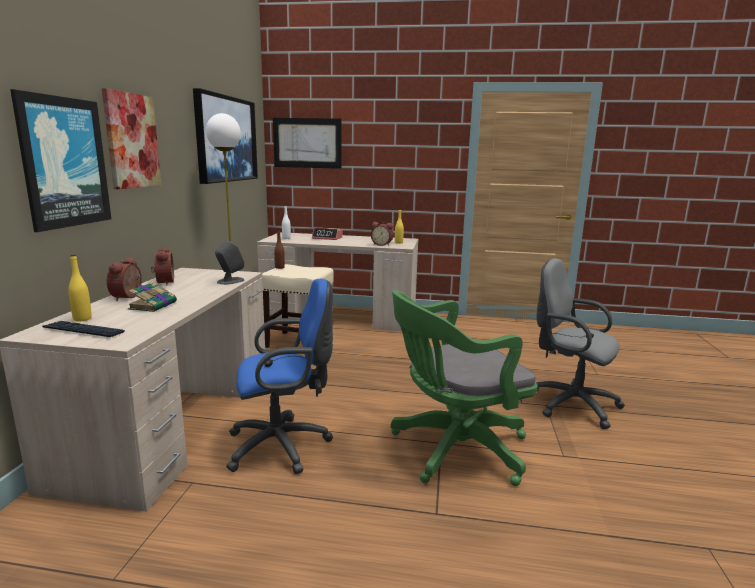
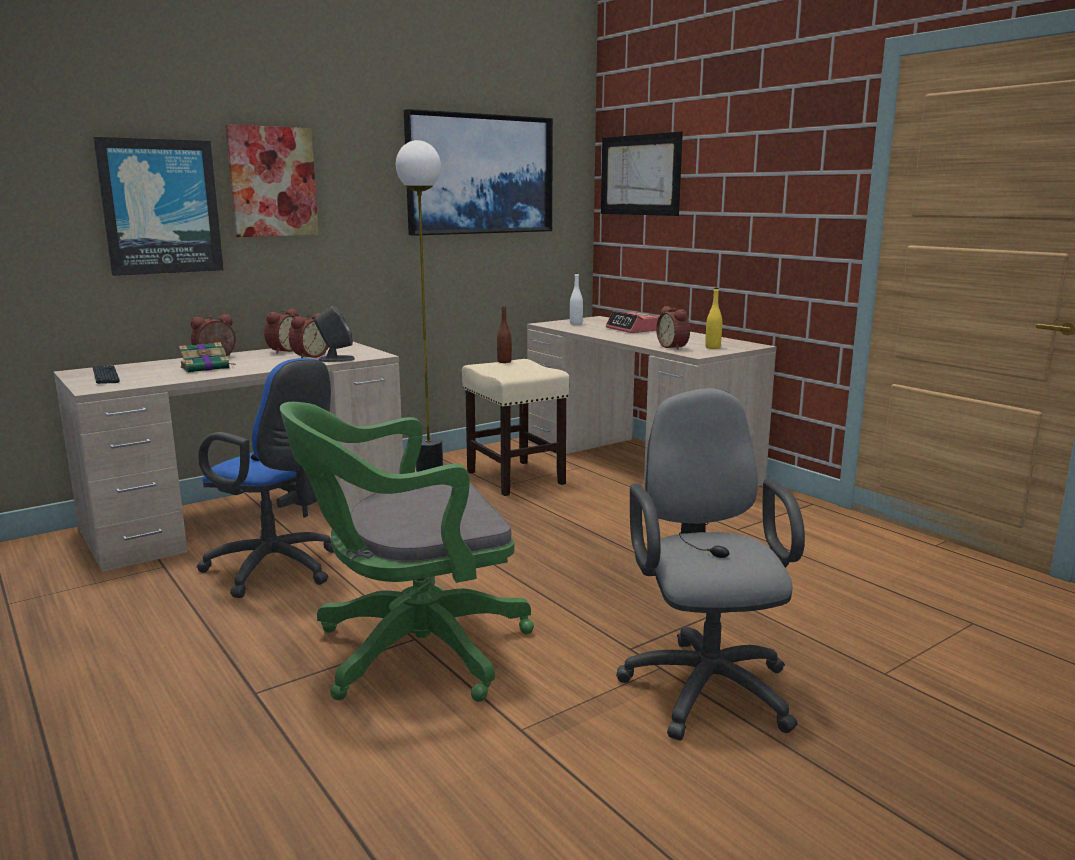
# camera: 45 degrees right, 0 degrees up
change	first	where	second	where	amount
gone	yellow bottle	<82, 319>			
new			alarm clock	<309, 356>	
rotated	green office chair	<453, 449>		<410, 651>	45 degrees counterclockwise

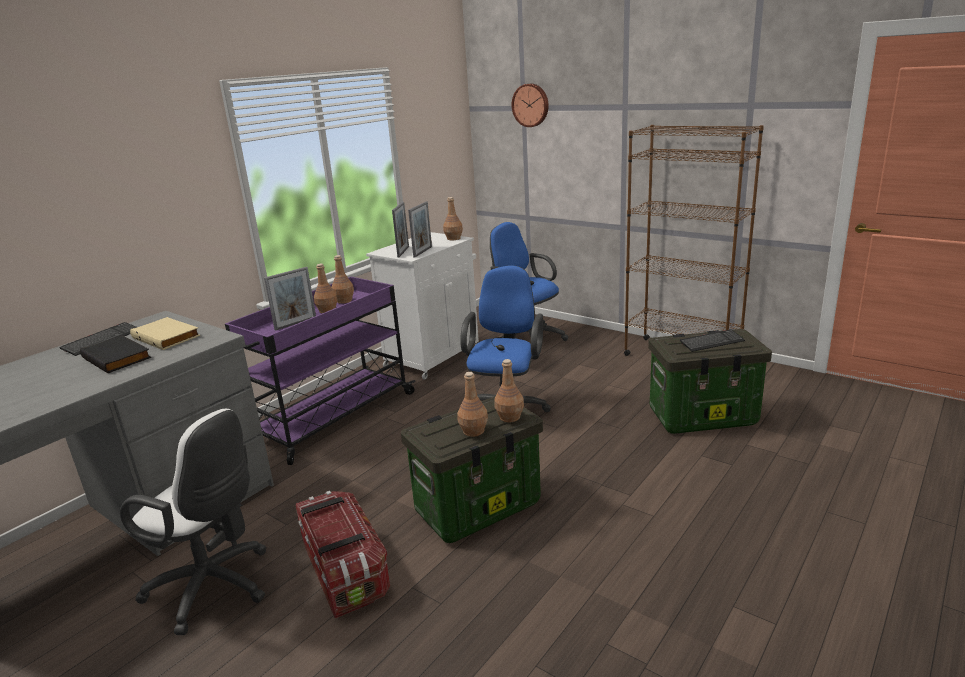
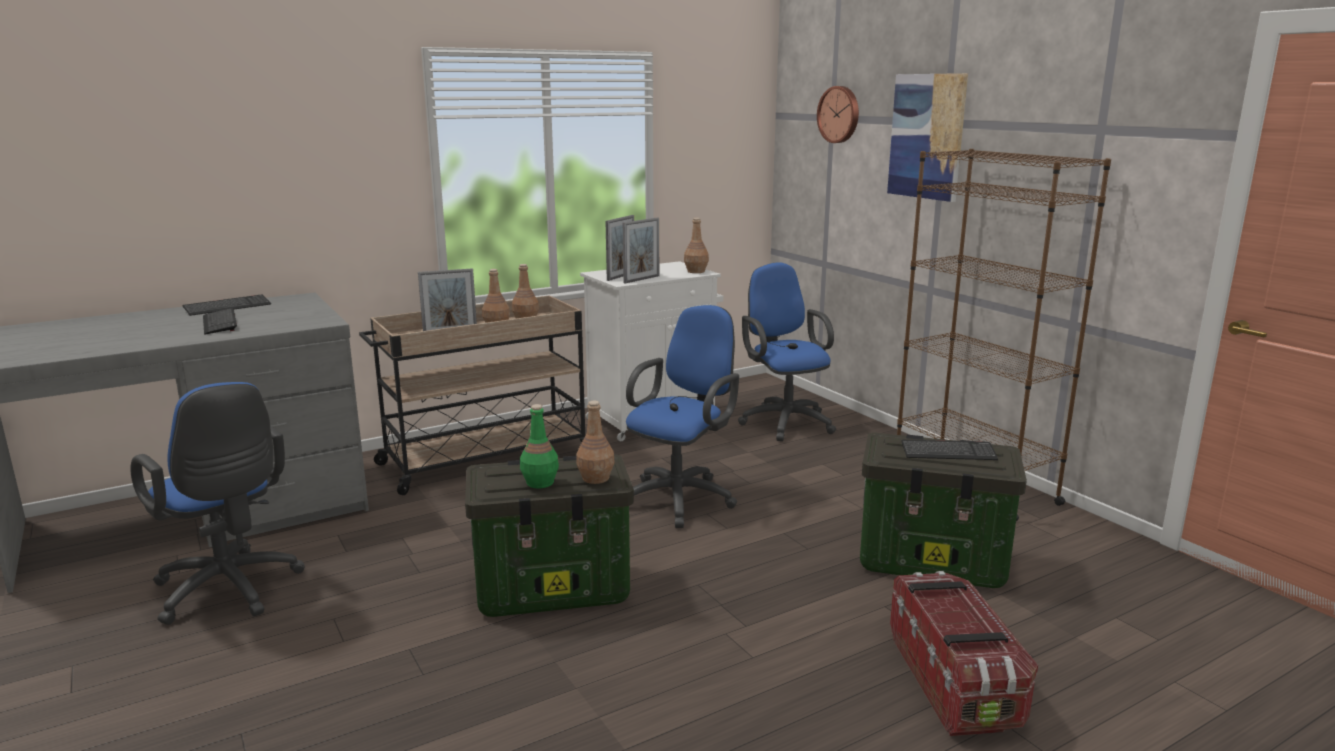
# camera: 20 degrees right, 5 degrees down
change	first	where	second	where	amount
gone	beige book	<167, 336>			
new			picture	<927, 136>	
shifted	storage box	<345, 570>		<953, 681>	
swapped	black book	<118, 357>	keyboard	<219, 323>	
repainted	white office chair	<215, 588>	blue office chair	<230, 591>	
repainted	purple cart	<331, 418>	beige cart	<484, 459>	
repainted	brown bottle	<473, 431>	green bottle	<540, 482>	

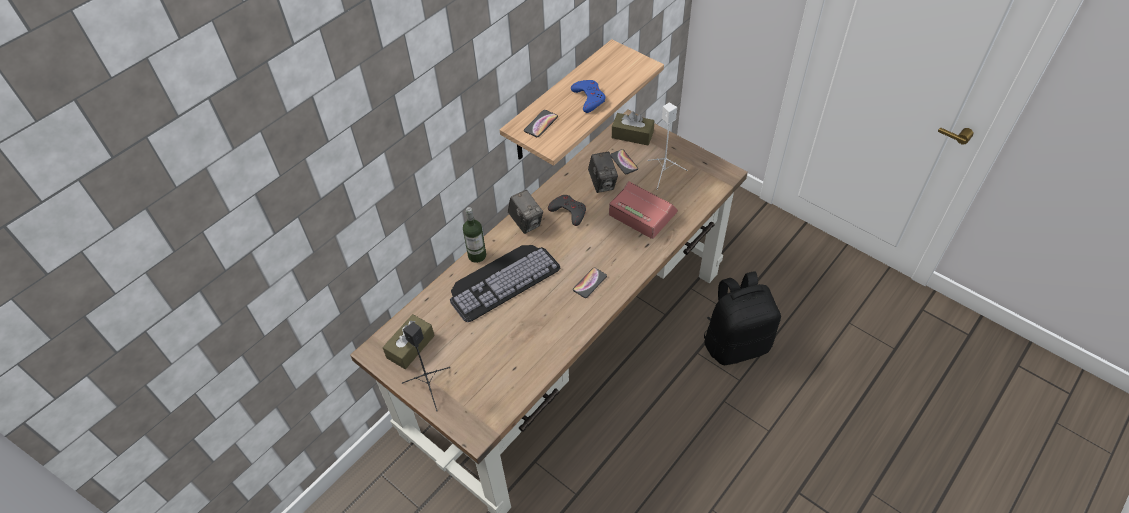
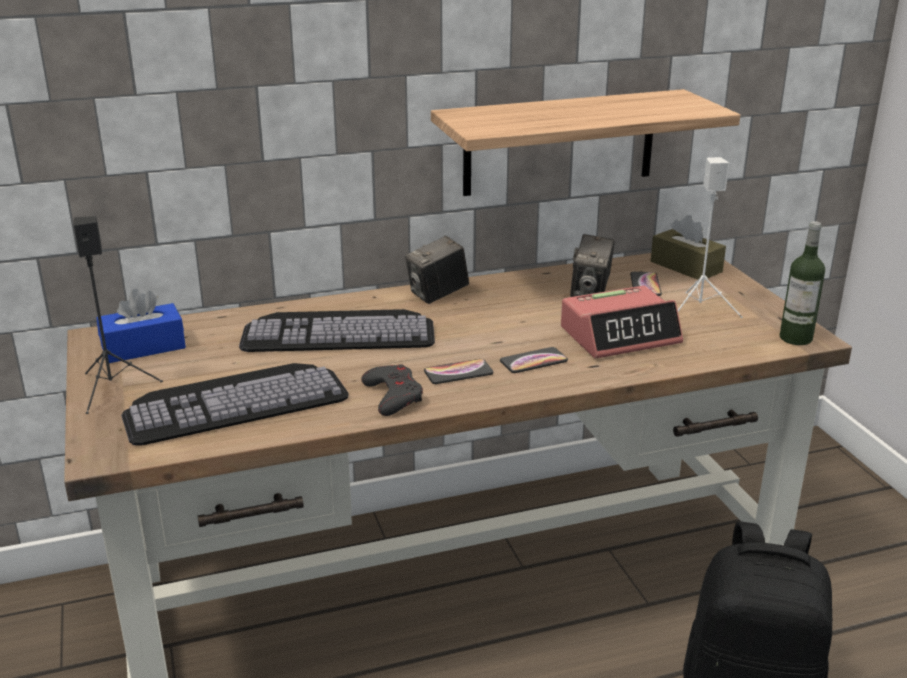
# camera: 30 degrees right, 25 degrees down
change	first	where	second	where	amount
gone	blue game controller	<589, 98>			
new			keyboard	<235, 400>	
shifted	bottle	<477, 255>		<795, 338>	
shifted	phone	<541, 124>		<533, 361>	
shifted	grey game controller	<568, 211>		<393, 395>	
repainted	brown tissue box	<410, 346>	blue tissue box	<143, 347>	
rotated	photo camera	<526, 222>		<437, 295>	60 degrees clockwise
rotated	alarm clock	<642, 214>		<620, 335>	90 degrees clockwise

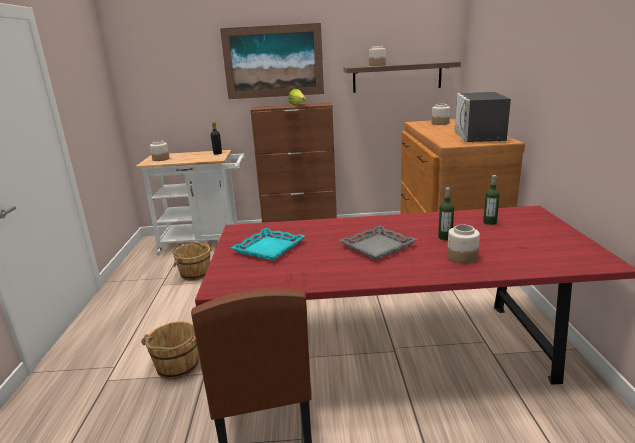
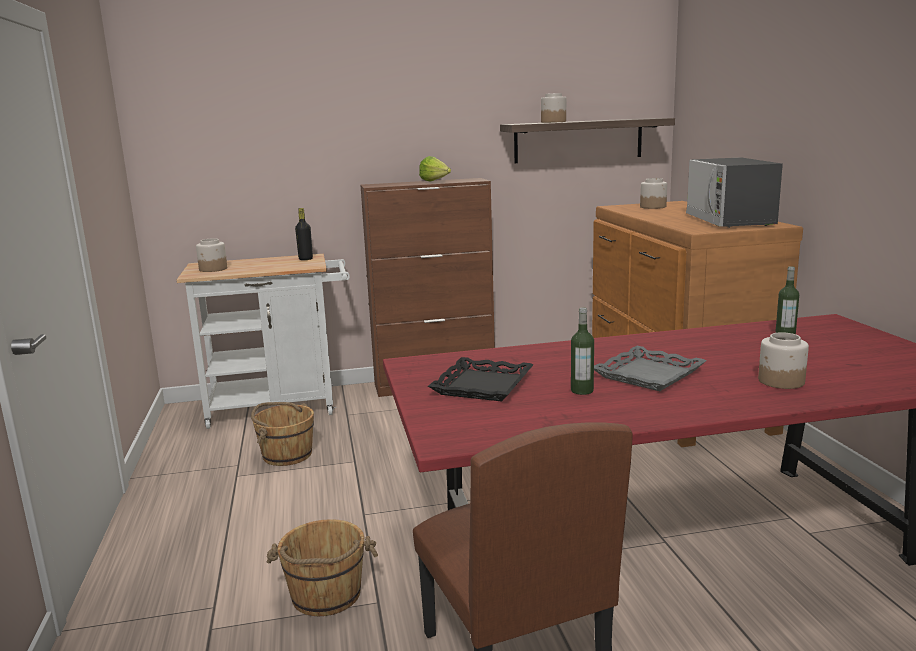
# camera: 10 degrees left, 5 degrees down
change	first	where	second	where	amount
gone	picture	<273, 61>			
shifted	bottle	<445, 237>		<582, 390>	
repainted	turquoise tray	<269, 248>	black tray	<482, 386>	

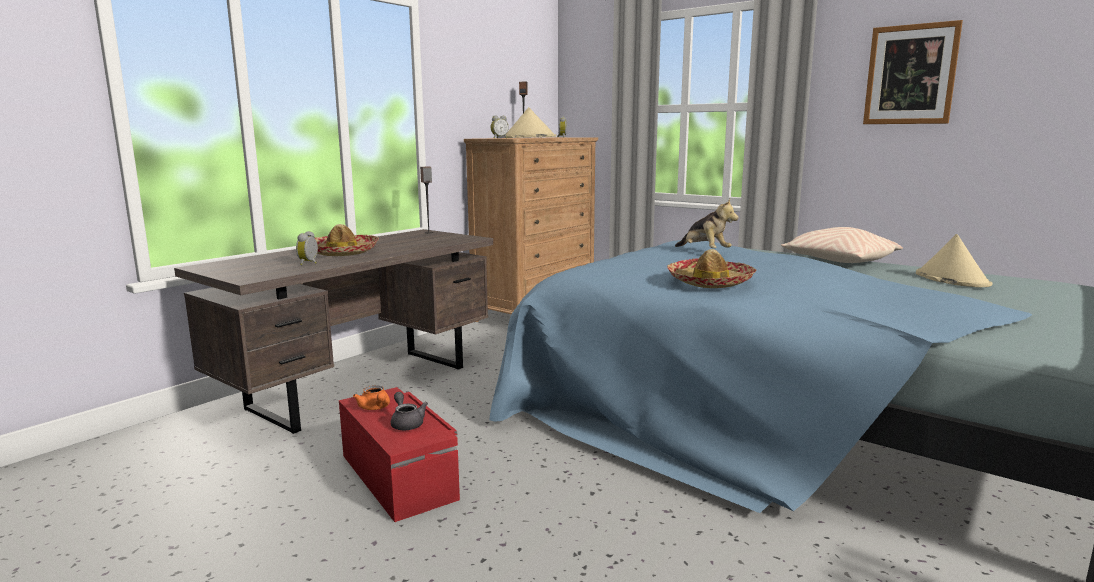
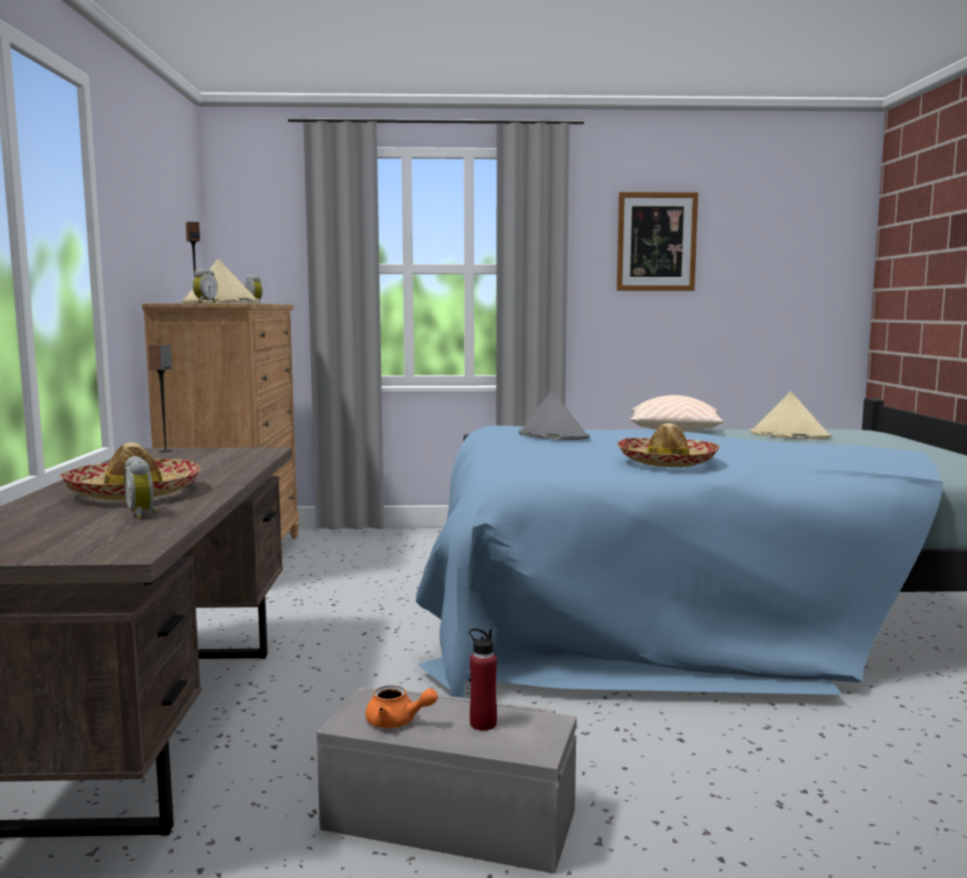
# camera: 40 degrees left, 5 degrees down
change	first	where	second	where	amount
swapped	grey teapot	<406, 423>	red bottle	<483, 724>	
swapped	plush toy	<704, 251>	grey hat	<552, 436>	
repainted	red storage box	<399, 476>	grey storage box	<450, 817>	

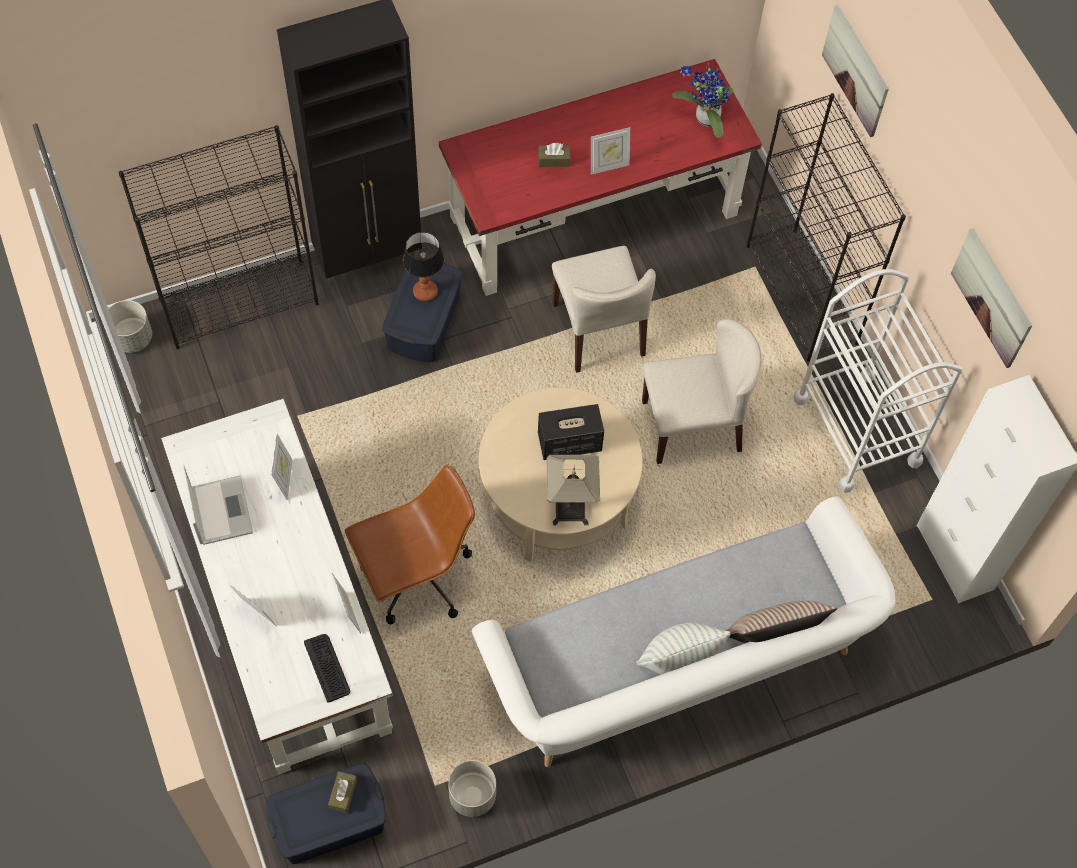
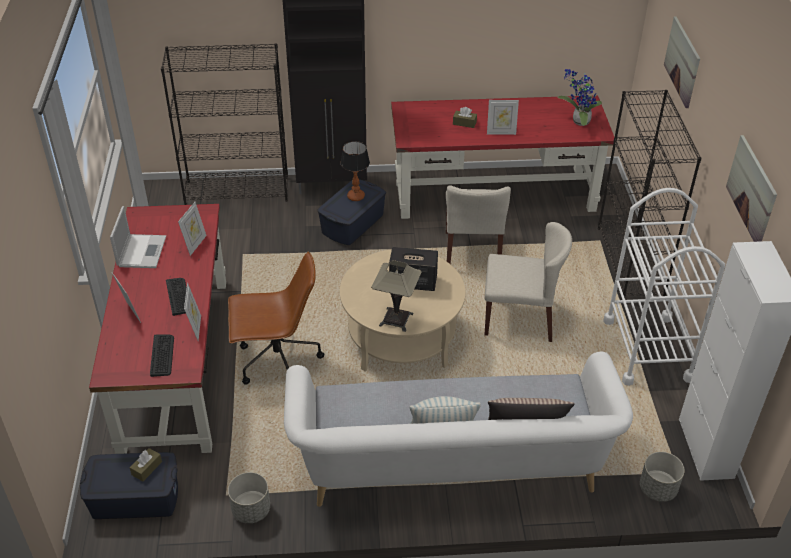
# camera: 20 degrees right, 20 degrees down
change	first	where	second	where	amount
new			keyboard	<178, 296>	
shifted	grey planter	<132, 338>		<657, 489>	
repainted	white desk	<286, 614>	red desk	<175, 361>	

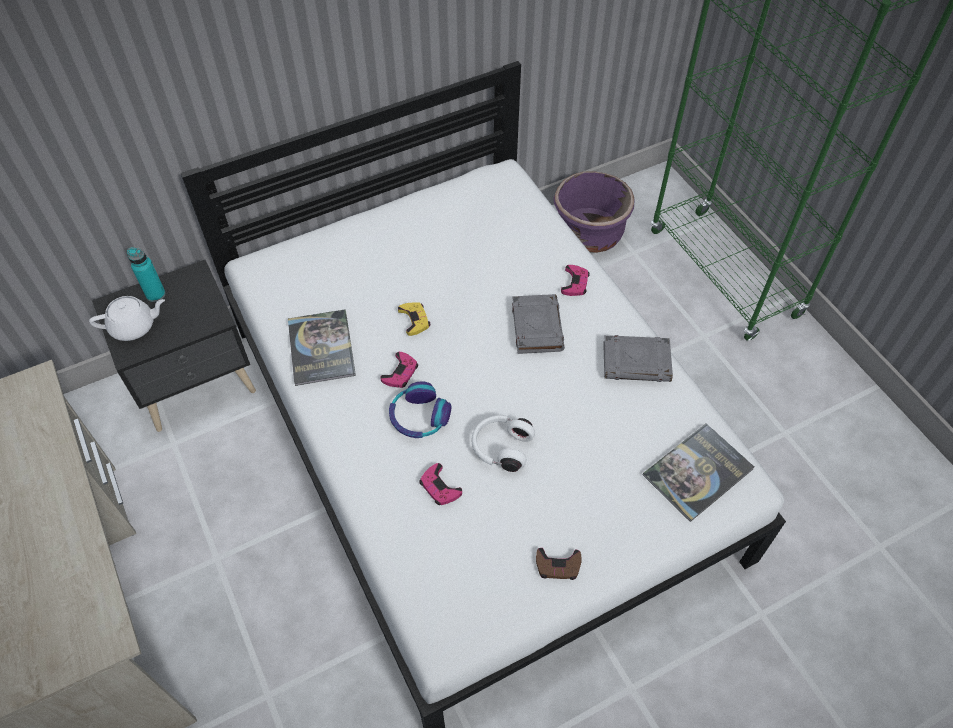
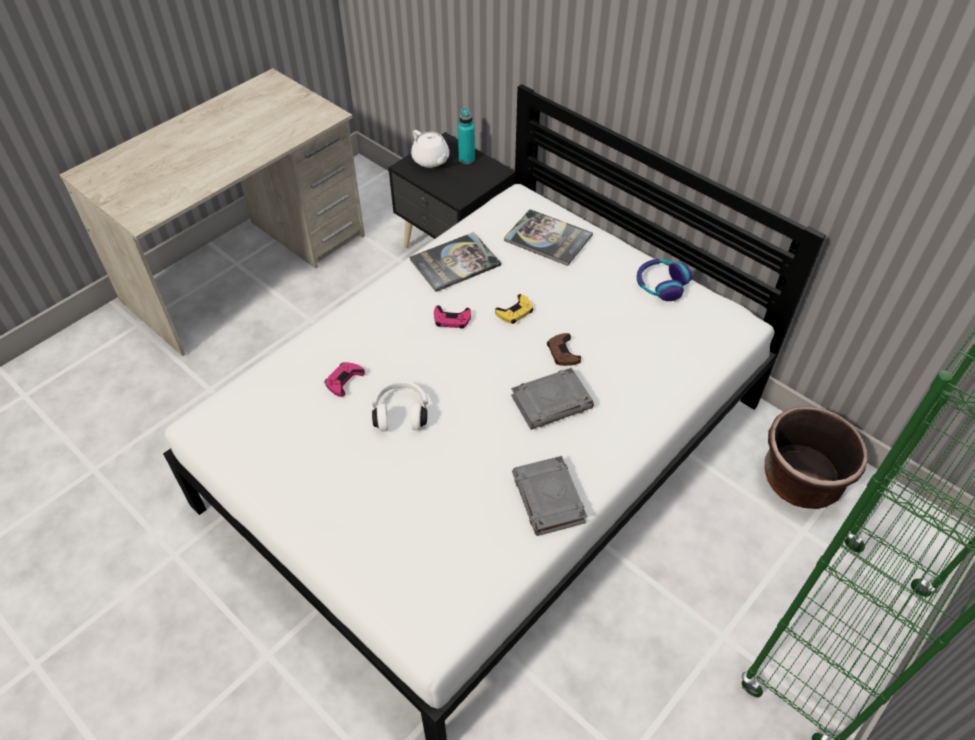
# camera: 70 degrees right, 5 degrees down
change	first	where	second	where	amount
gone	pink game controller	<575, 283>			
shifted	headphones	<419, 417>		<661, 284>	
shifted	brown game controller	<558, 565>		<563, 352>	
shifted	book	<697, 472>		<548, 238>	
repainted	purple planter	<589, 234>	brown planter	<800, 479>	

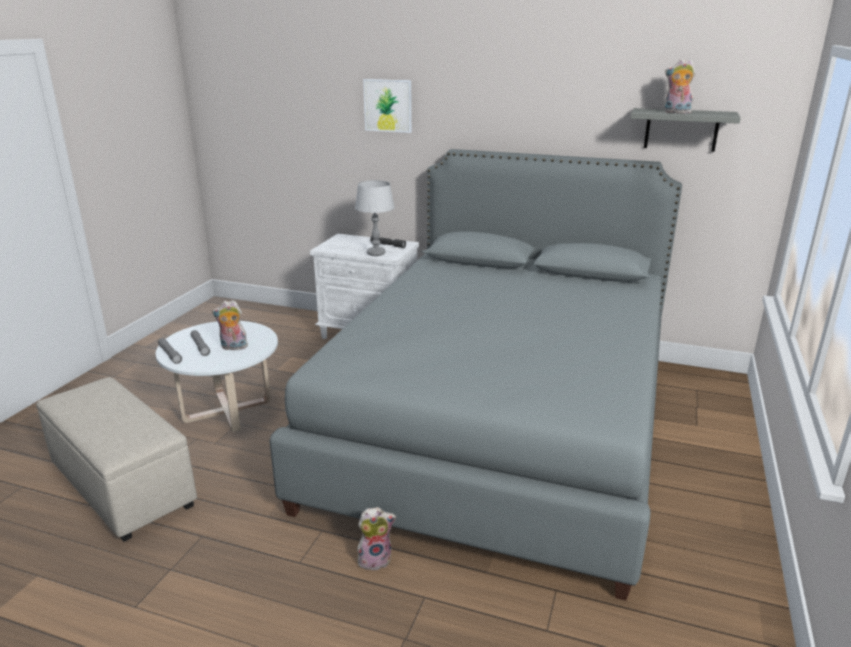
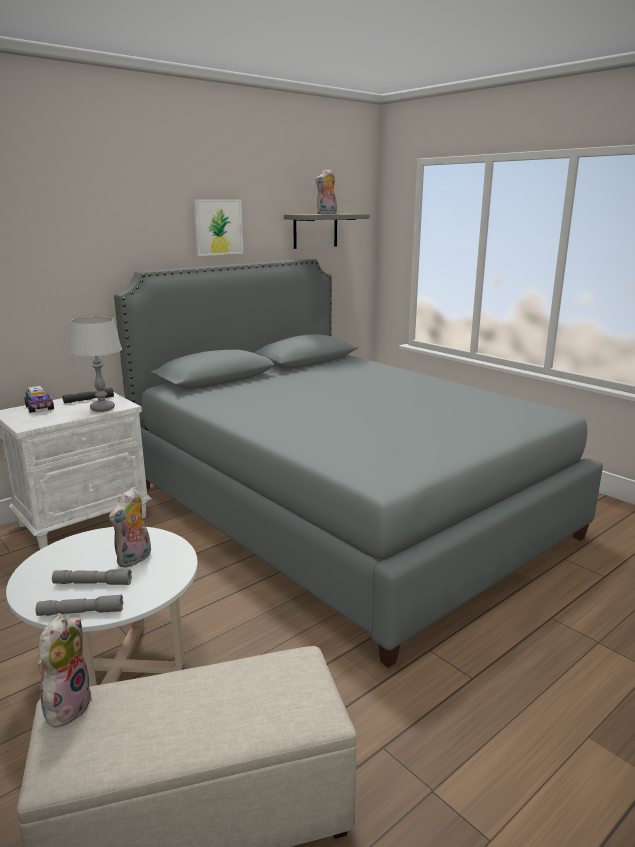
# camera: 60 degrees left, 5 degrees down
change	first	where	second	where	amount
new			toy truck	<39, 408>	
shifted	plush toy	<375, 559>		<67, 705>	
shifted	picture	<388, 105>		<218, 227>	

